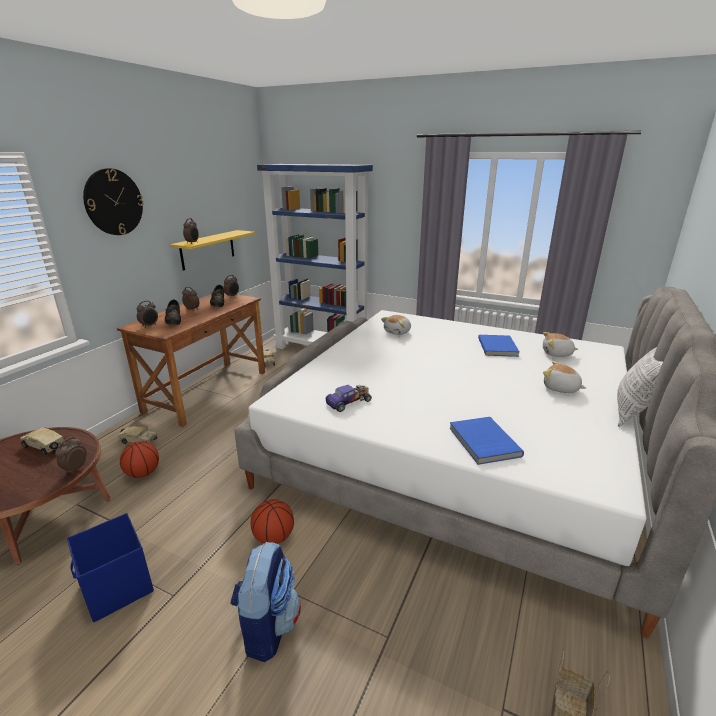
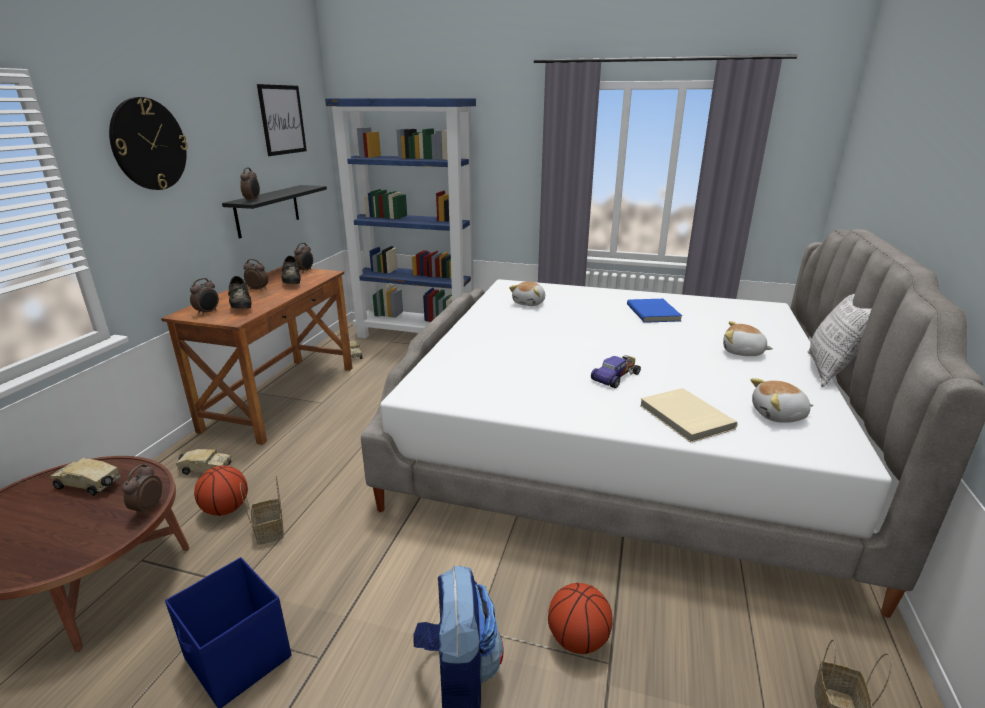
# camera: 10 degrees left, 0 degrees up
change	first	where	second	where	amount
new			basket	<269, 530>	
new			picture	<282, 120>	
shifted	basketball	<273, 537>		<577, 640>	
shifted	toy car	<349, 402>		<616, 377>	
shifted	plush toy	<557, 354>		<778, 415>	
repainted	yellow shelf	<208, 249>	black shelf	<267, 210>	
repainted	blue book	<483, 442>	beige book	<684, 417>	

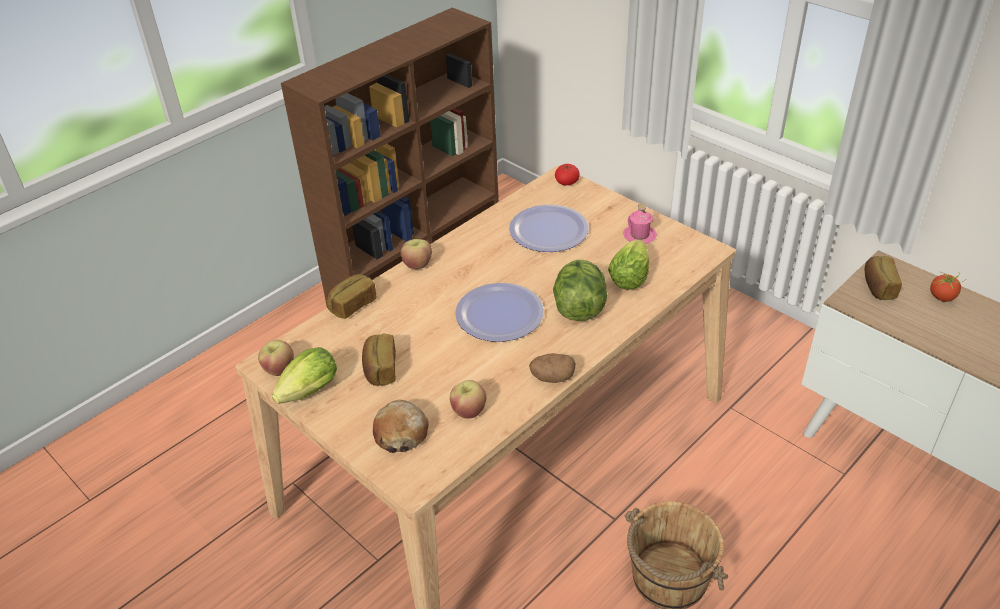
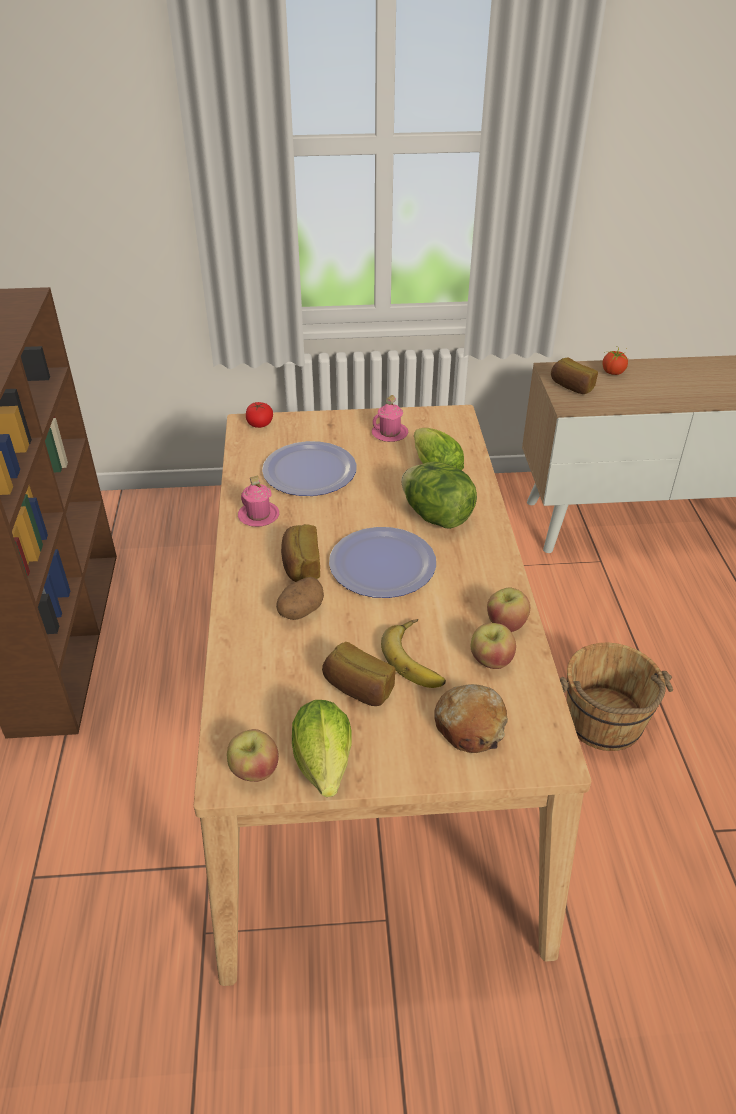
# camera: 50 degrees left, 0 degrees up
change	first	where	second	where	amount
new			pink mug	<258, 515>	
new			banana	<418, 658>	
shifted	bread	<352, 305>		<300, 565>	
shifted	apple	<417, 264>		<505, 624>	
shifted	potato	<552, 377>		<300, 611>	

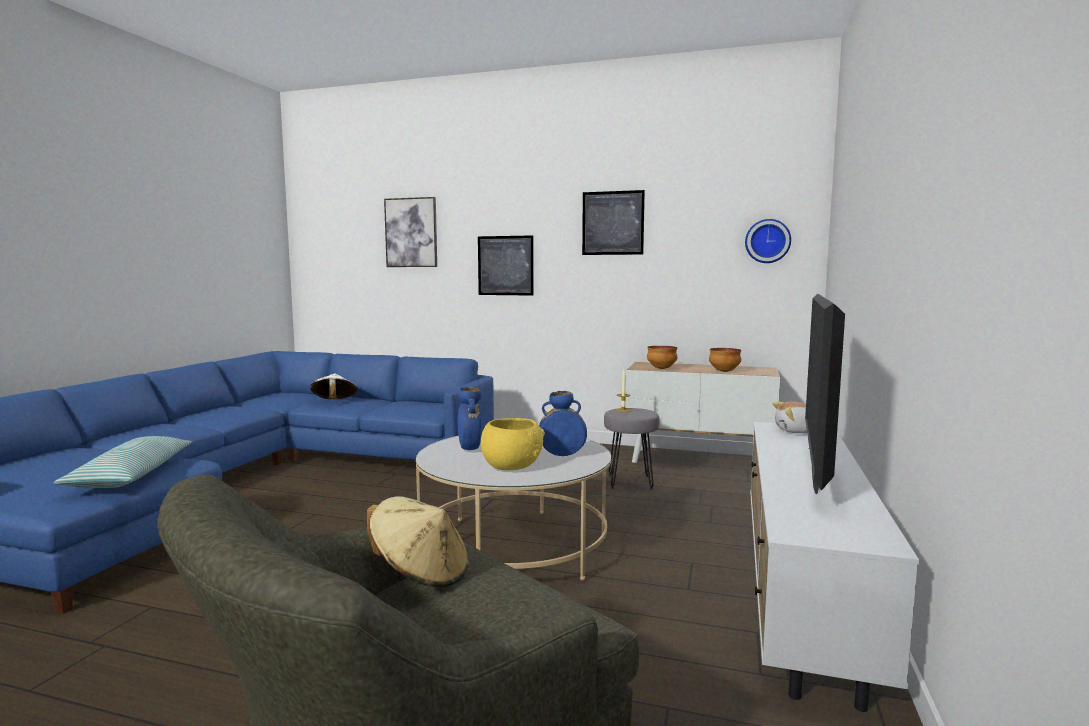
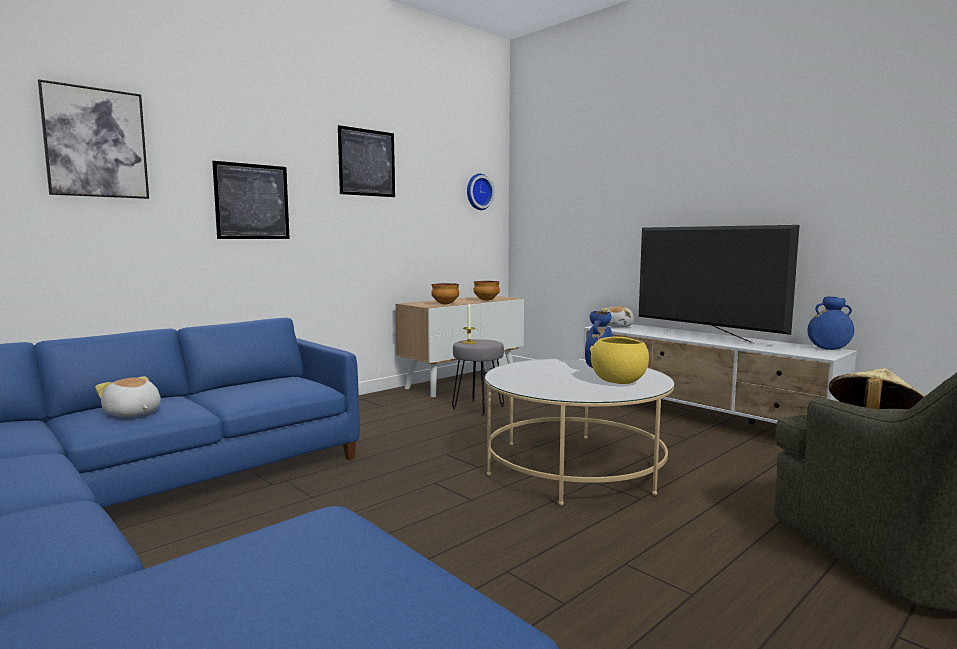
# camera: 60 degrees left, 0 degrees up
change	first	where	second	where	amount
gone	pillow	<131, 475>			
shifted	blue vase	<470, 449>		<828, 349>	
swapped	white hat	<334, 402>	plush toy	<132, 413>	

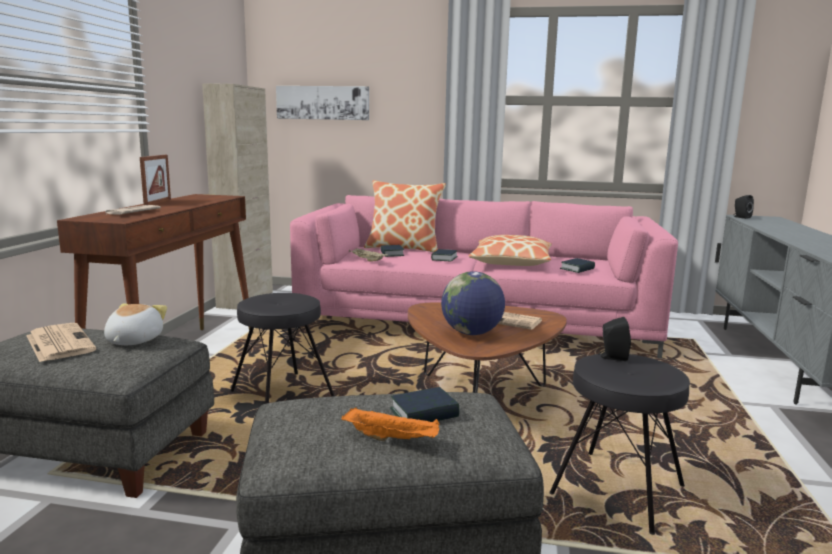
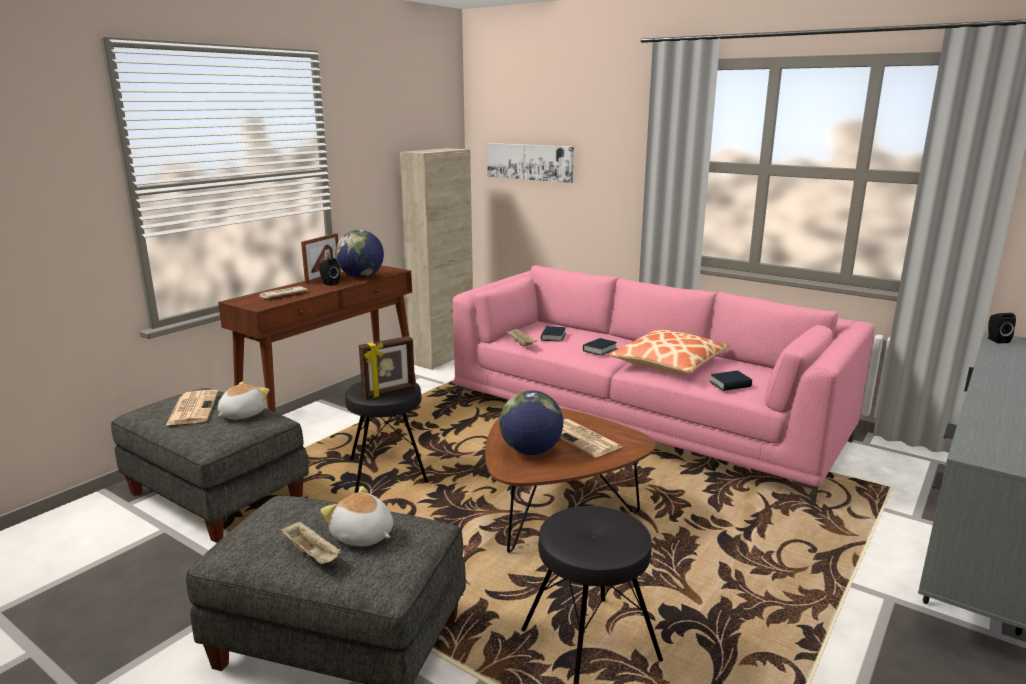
# camera: 25 degrees right, 5 degrees up
change	first	where	second	where	amount
gone	pillow	<404, 248>			
new			globe	<361, 277>	
new			picture frame	<389, 392>	
shifted	black speaker	<612, 357>		<329, 283>	
swapped	book	<424, 413>	plush toy	<362, 536>	
repainted	orange tray	<392, 439>	beige tray	<312, 554>	

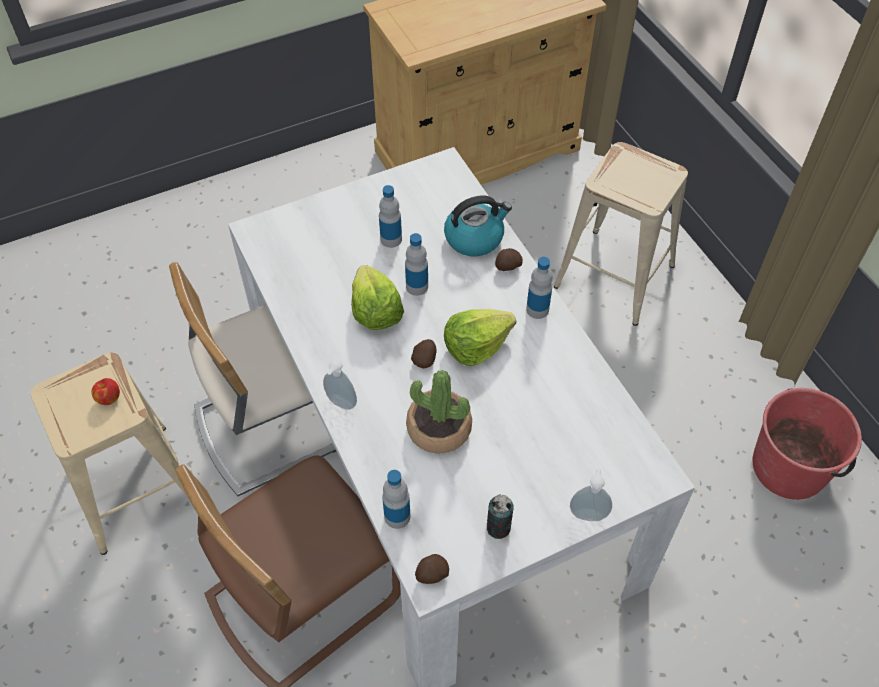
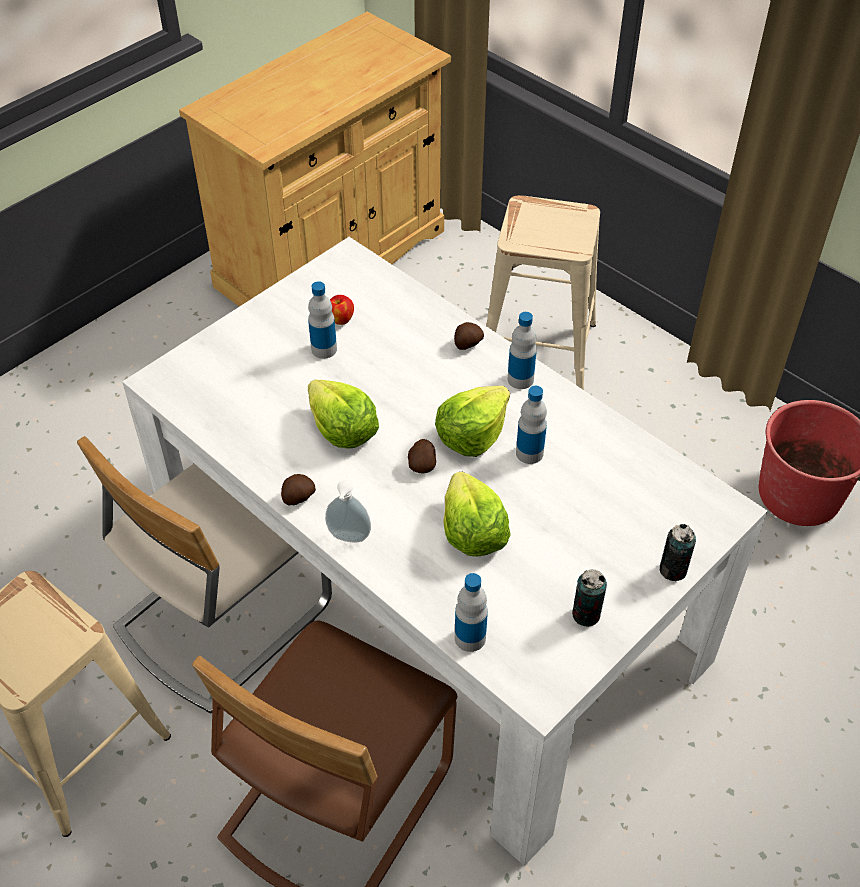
# camera: 20 degrees left, 5 degrees down
change	first	where	second	where	amount
gone	kettle	<475, 238>			
shifted	apple	<109, 398>		<340, 319>	
shifted	bottle	<417, 286>		<529, 453>	
shifted	potato	<431, 574>		<298, 498>	
swapped	potted plant	<439, 429>	lettuce	<472, 532>	
swapped	soap dispenser	<588, 513>	can	<673, 570>	

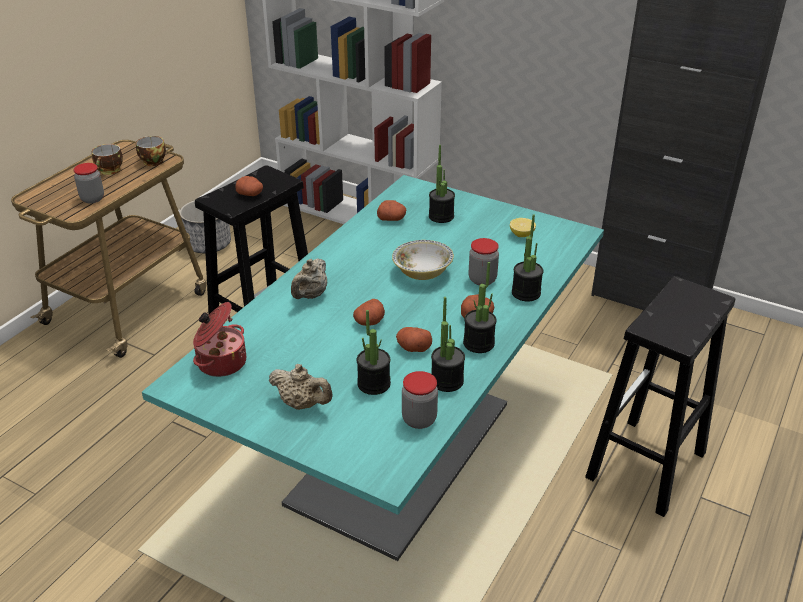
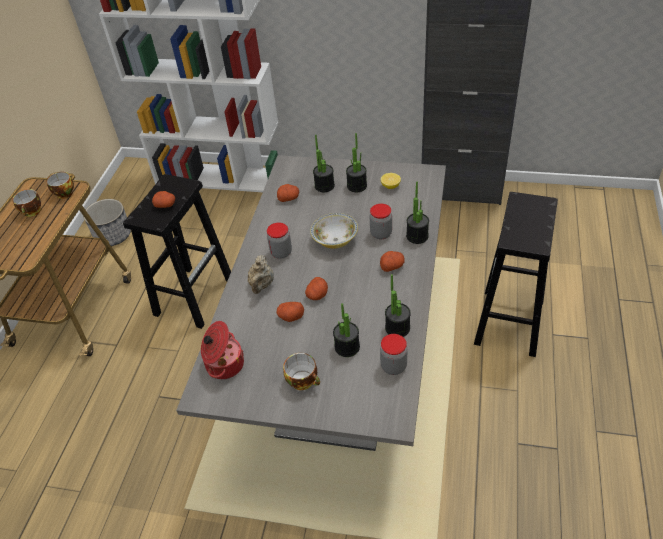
# camera: 15 degrees left, 10 degrees up
change	first	where	second	where	amount
shifted	jar	<92, 199>		<281, 252>	
shifted	potato	<413, 347>		<290, 316>	
shifted	potted plant	<478, 343>		<357, 186>	
swapped	beige teapot	<302, 404>	cup	<304, 381>	
repainted	turquoise dining table	<401, 453>	grey dining table	<341, 367>	

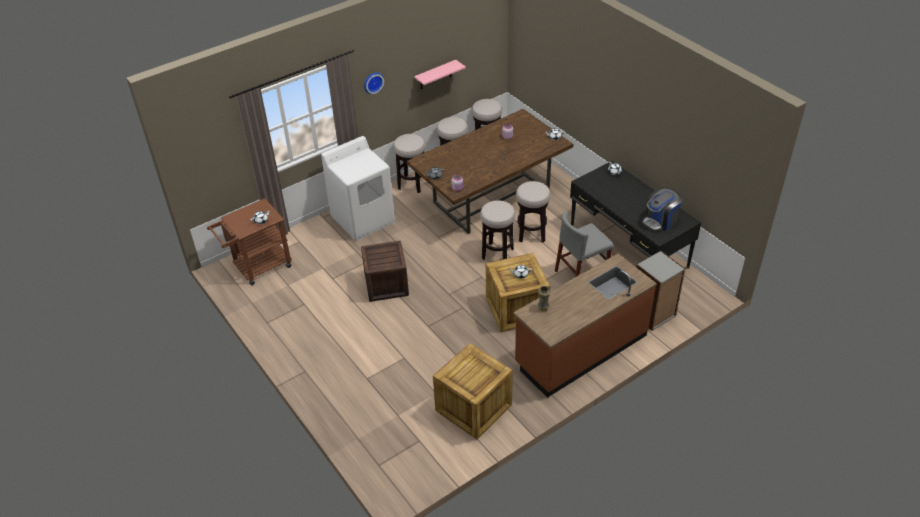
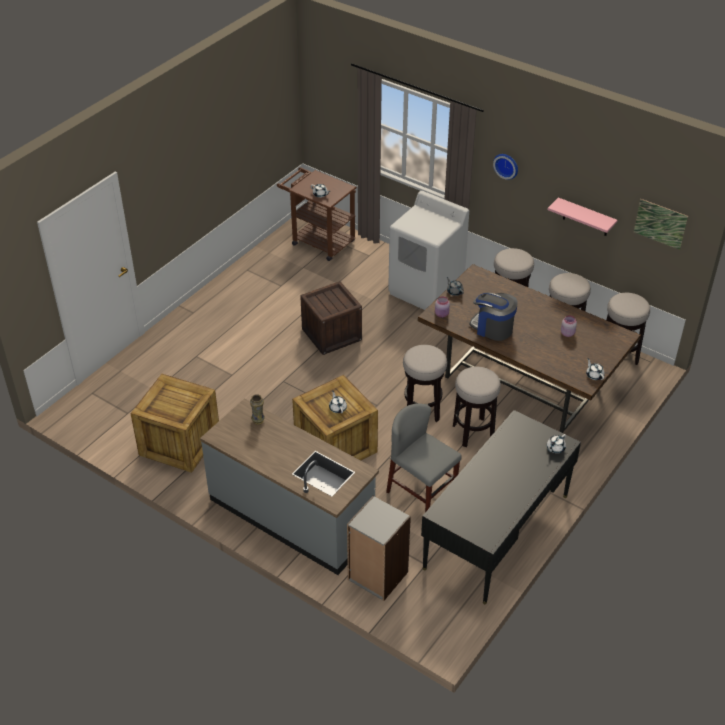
# camera: 70 degrees right, 0 degrees up
change	first	where	second	where	amount
new			picture	<660, 224>	
shifted	coffee machine	<660, 220>		<492, 328>	
repainted	brown counter	<580, 349>	grey counter	<292, 515>	

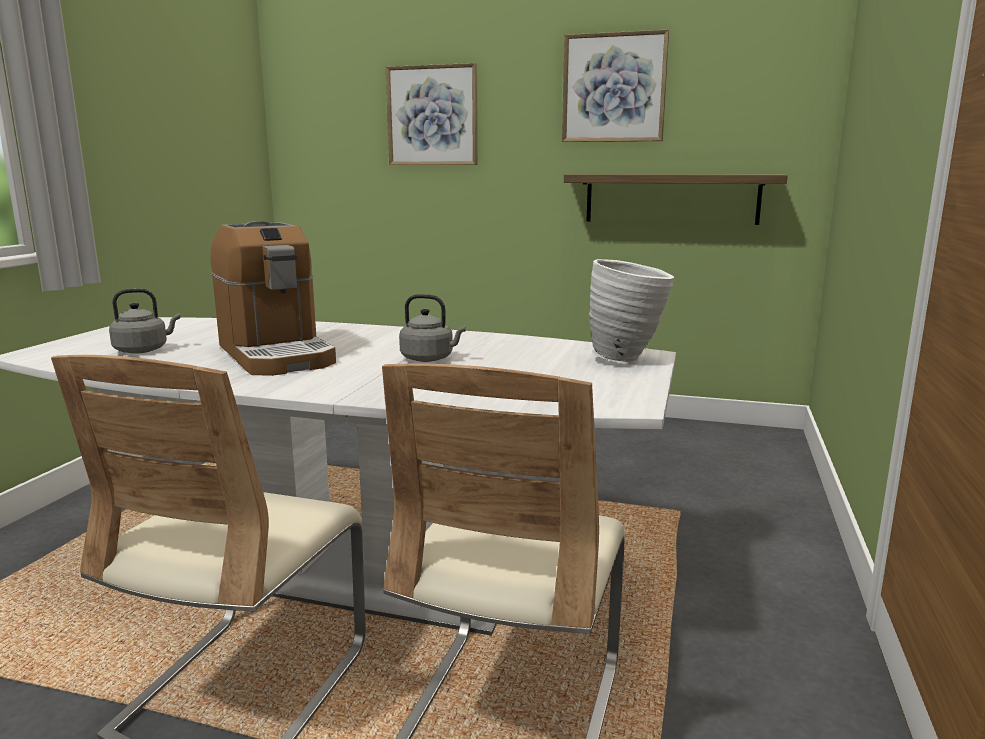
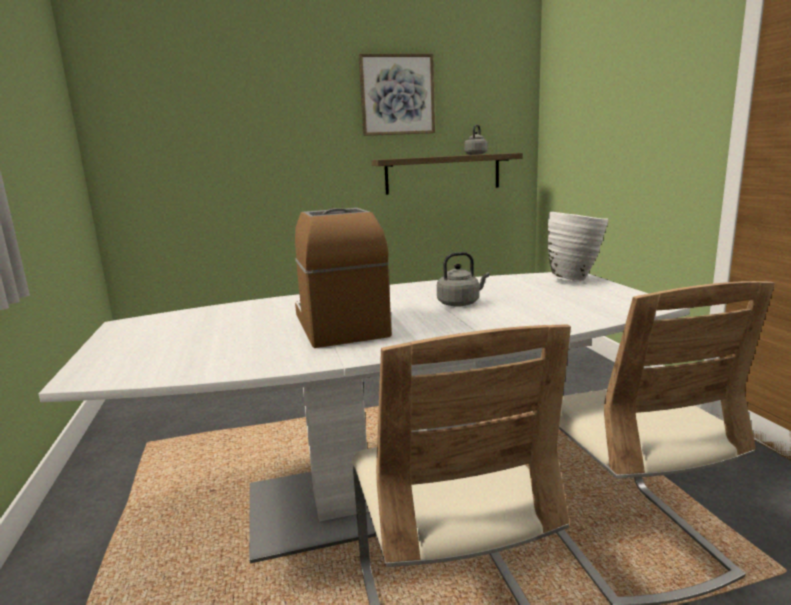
# camera: 30 degrees left, 0 degrees up
change	first	where	second	where	amount
gone	picture	<432, 116>			
shifted	grey kettle	<144, 350>		<476, 154>	
rotated	coffee machine	<276, 355>		<339, 324>	135 degrees counterclockwise

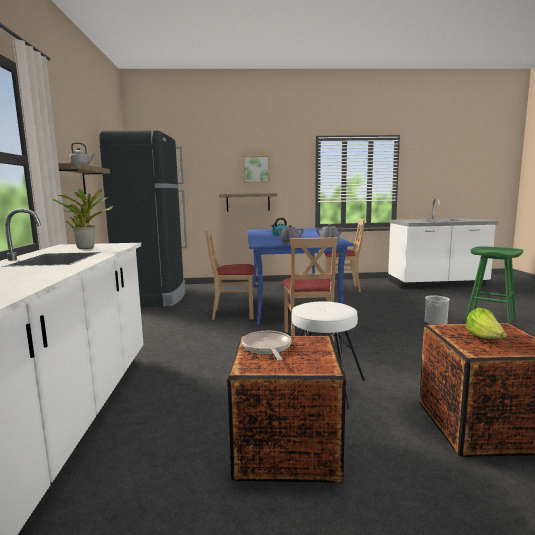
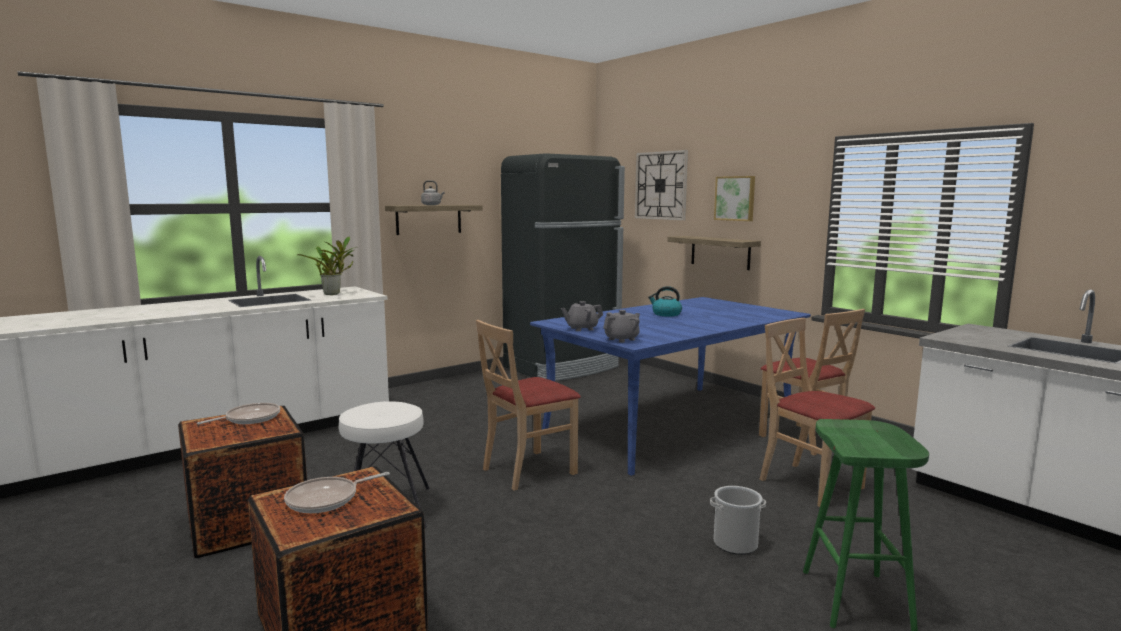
# camera: 55 degrees right, 0 degrees up
change	first	where	second	where	amount
new			wall clock	<661, 185>	
shifted	beige chair	<233, 314>		<810, 484>	
swapped	lettuce	<485, 339>	frying pan	<327, 499>	

